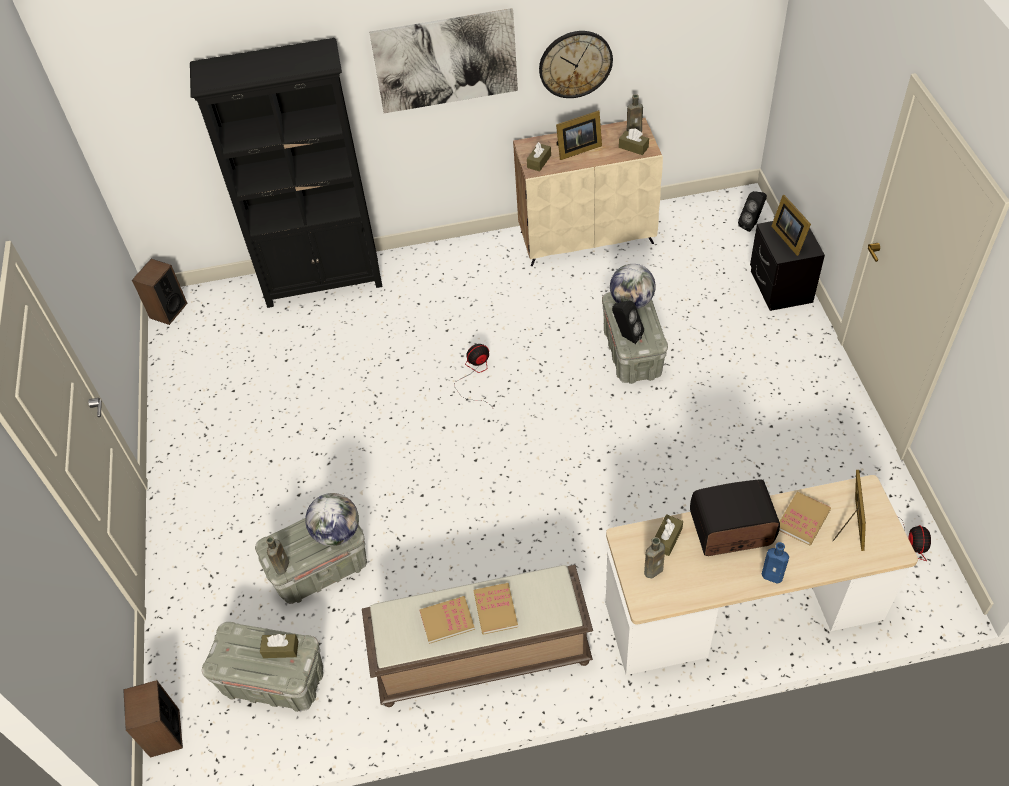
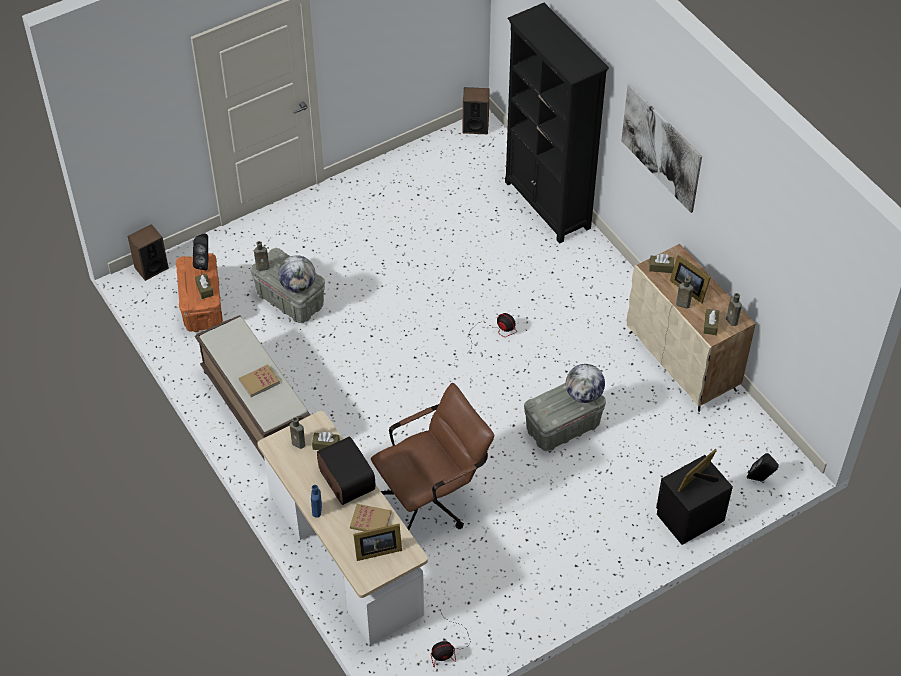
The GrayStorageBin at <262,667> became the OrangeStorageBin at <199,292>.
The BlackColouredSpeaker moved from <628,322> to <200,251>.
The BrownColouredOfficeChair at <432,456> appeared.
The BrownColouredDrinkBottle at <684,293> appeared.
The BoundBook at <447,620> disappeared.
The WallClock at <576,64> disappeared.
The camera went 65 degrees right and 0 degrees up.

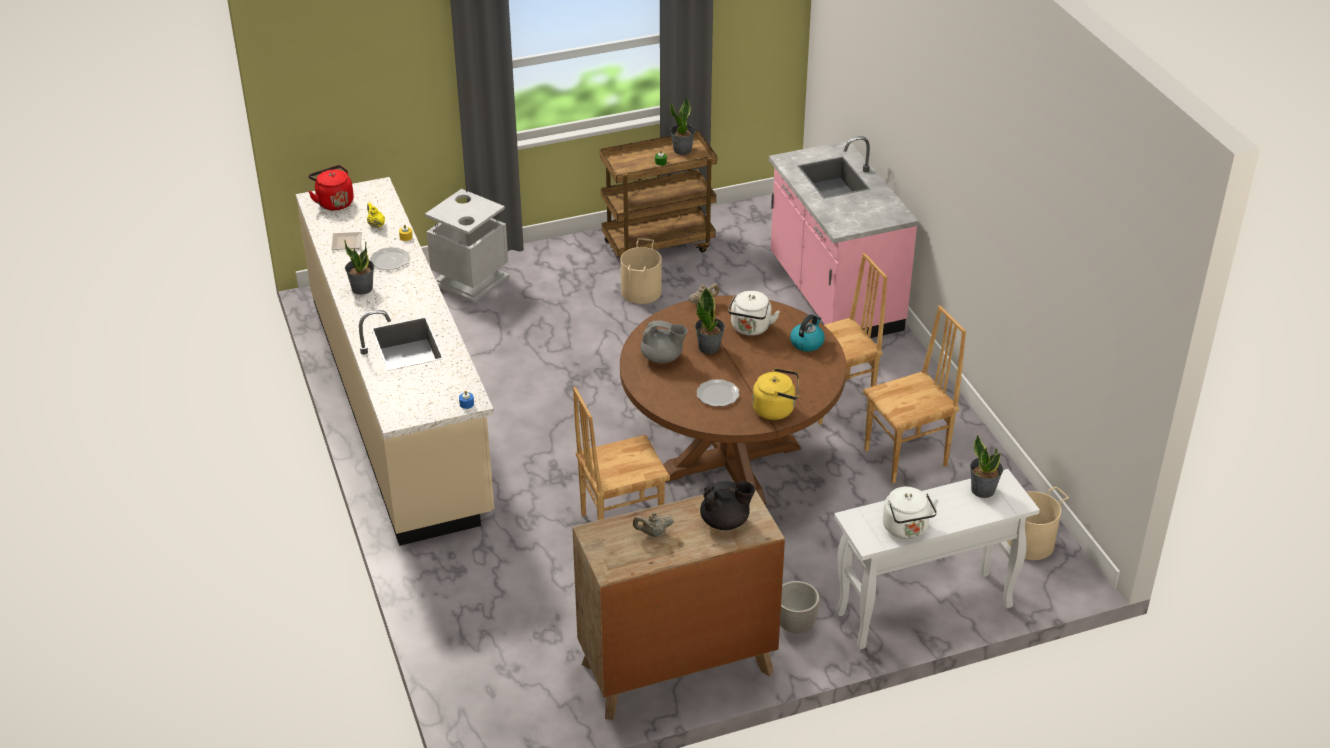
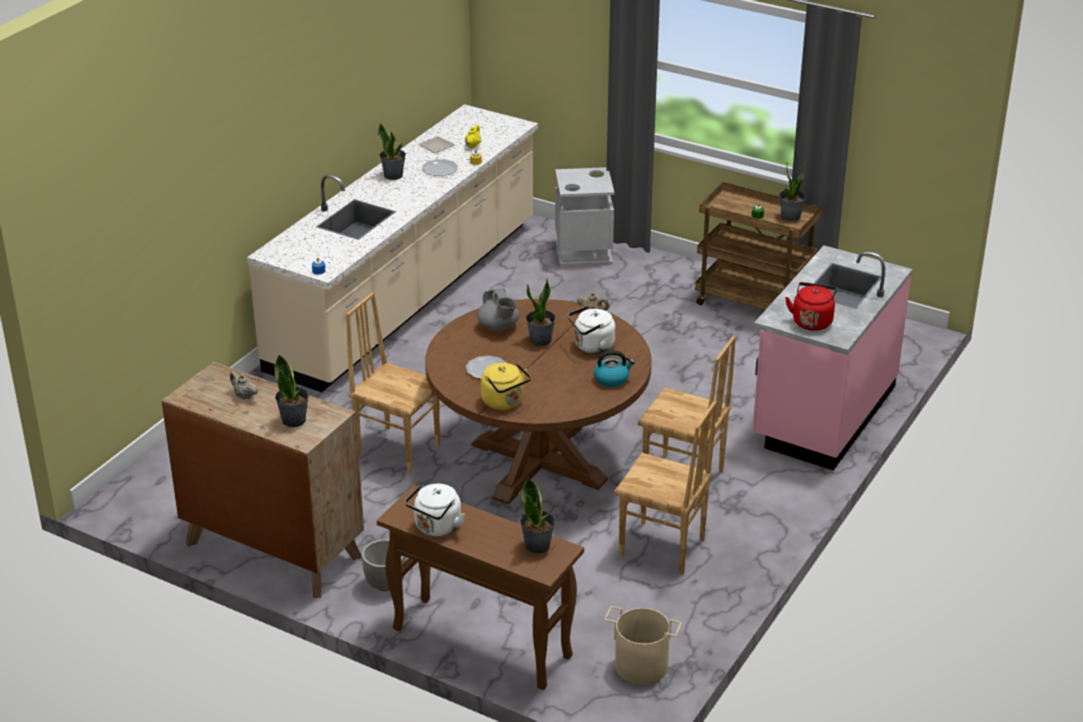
The BlackColouredPotForTea at <727,505> was replaced by the Houseplant at <292,391>.
The WhitishHallTable at <937,559> became the BrownColouredHallTable at <480,587>.
The ReddishTeaKettle moved from <331,188> to <811,306>.
The BeigeColouredPail at <641,271> disappeared.
The camera went 50 degrees right and 5 degrees down.

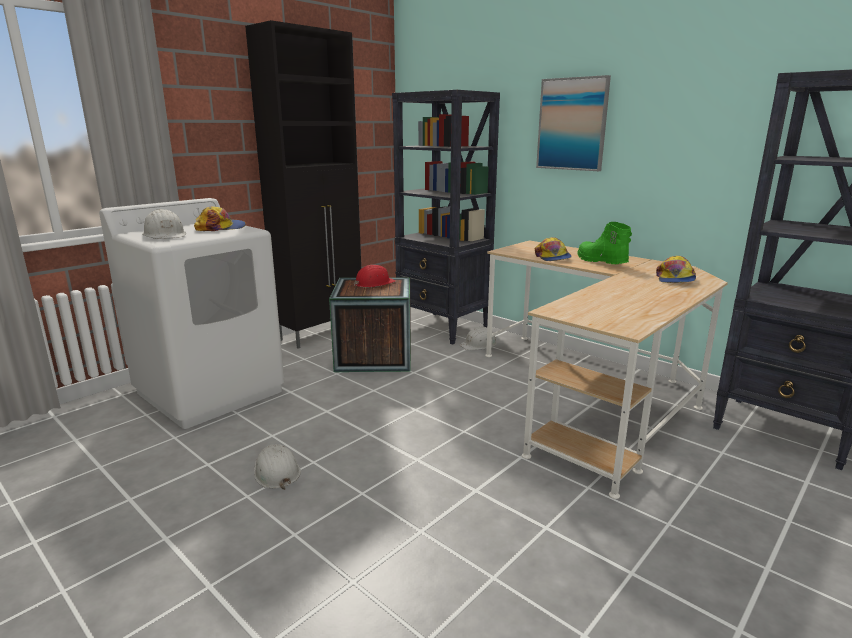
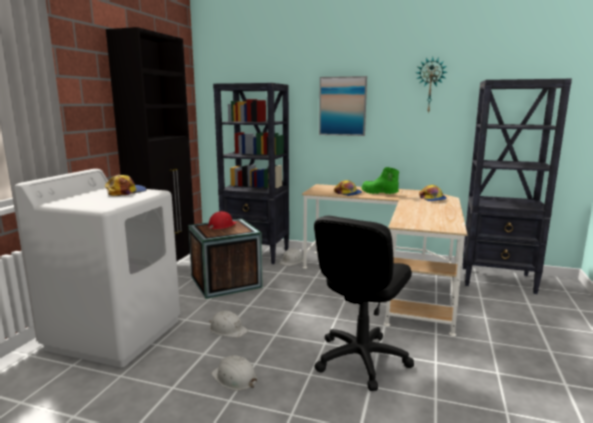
The WhitishSafetyHelmet moved from <164,224> to <228,324>.
The BlackColouredOfficeChair at <364,303> appeared.
The WallClock at <431,85> appeared.
The camera went 25 degrees left and 5 degrees down.

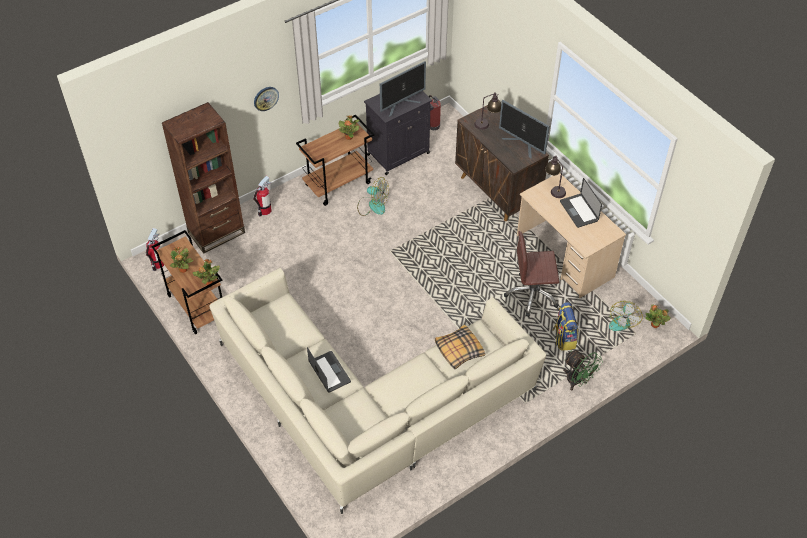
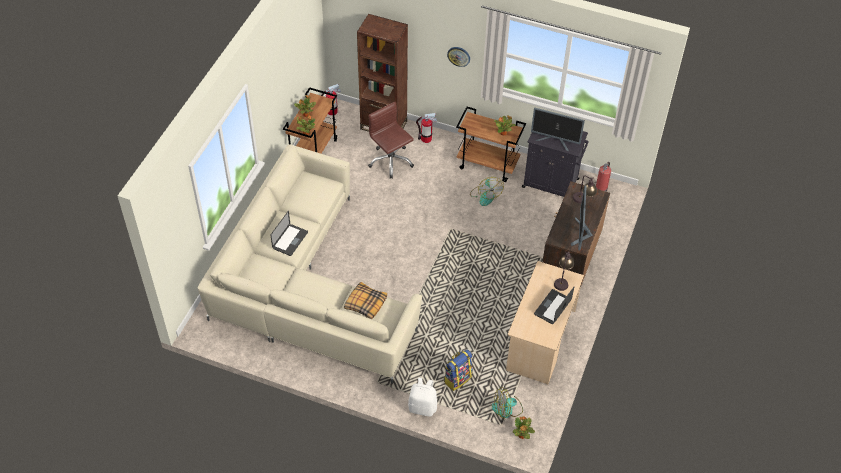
The BrownColouredOfficeChair moved from <531,274> to <391,140>.
The GreenishFan at <583,370> was replaced by the WhitishKnapsack at <422,397>.
The camera went 55 degrees right and 0 degrees up.

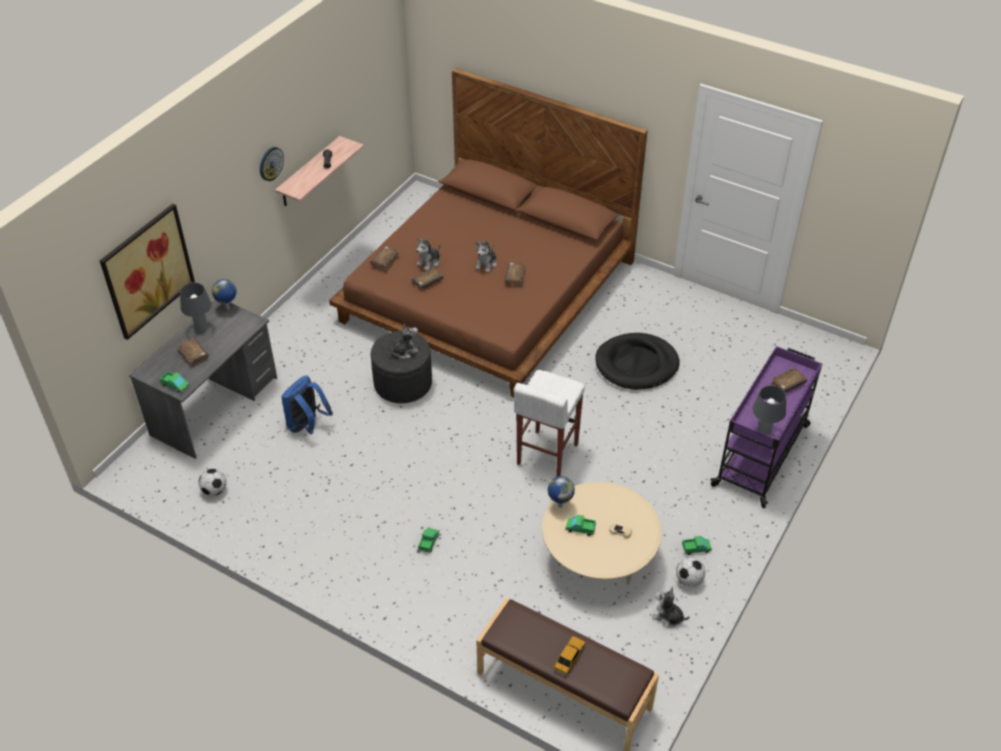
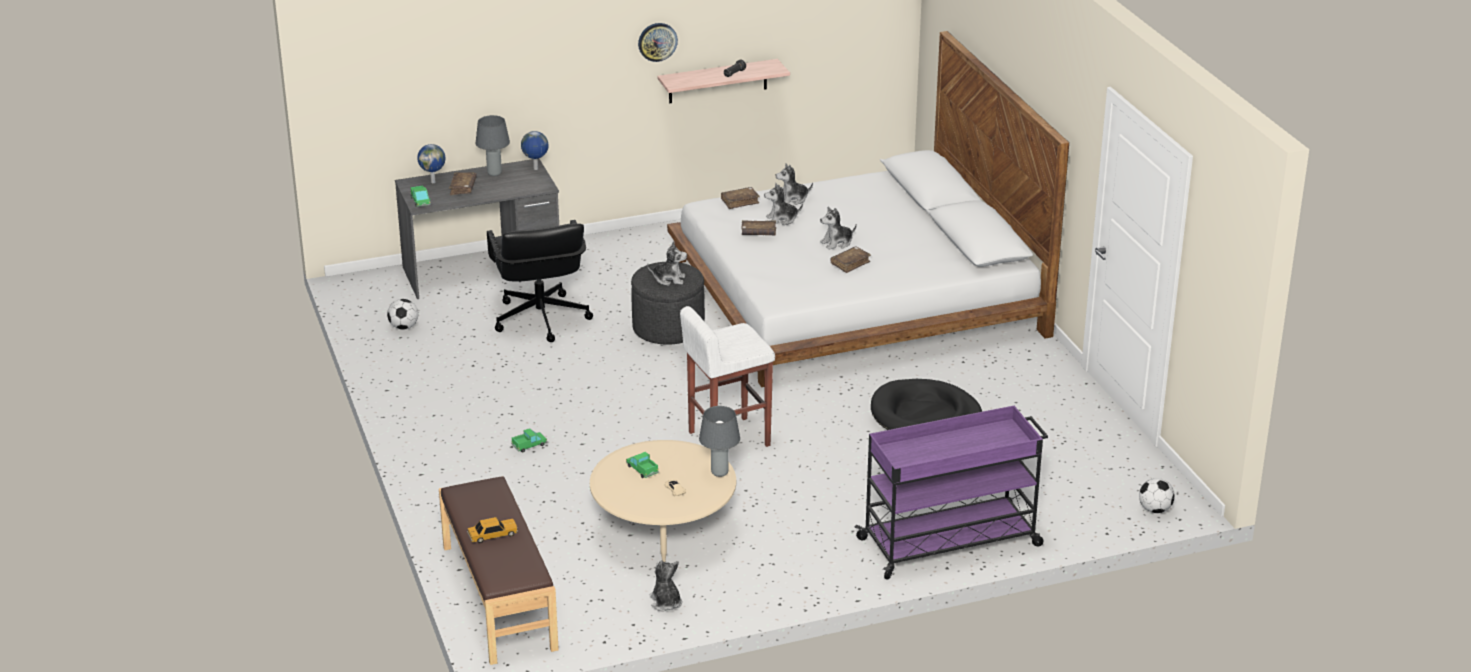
The WorldGlobe moved from <561,492> to <431,163>.
The BlueKnapsack at <307,405> was replaced by the BlackColouredOfficeChair at <540,281>.
The BrownColouredBed at <488,232> became the WhitishBed at <868,209>.
The GrayTableLamp moved from <769,410> to <719,441>.
The PlushToy at <794,184> appeared.
The FootballBall moved from <690,572> to <1157,495>.
The Picture at <147,272> disappeared.
The ModelTruck at <697,545> disappeared.
The BrownColouredBoundBook at <788,380> disappeared.
The camera went 40 degrees right and 15 degrees down.

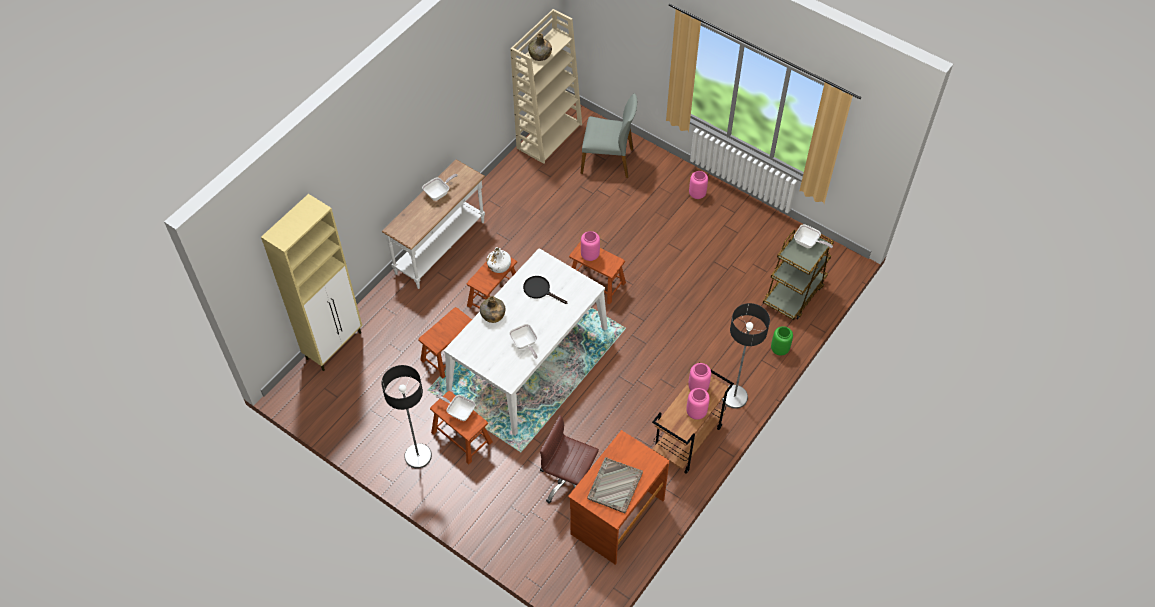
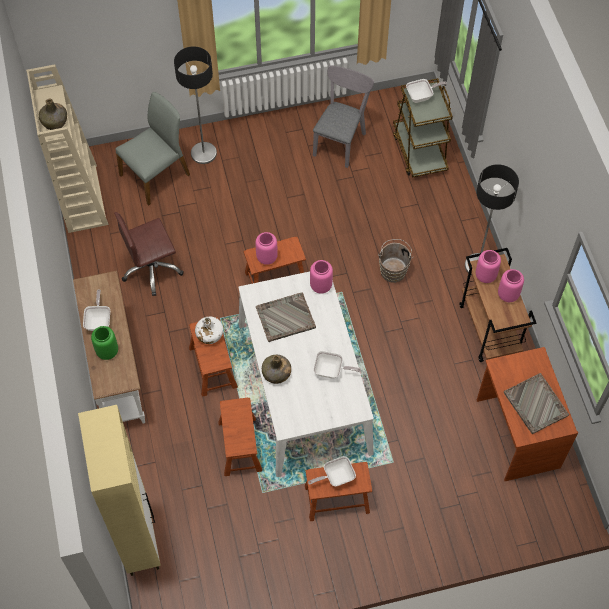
The GreenishFlowerVase moved from <782,341> to <104,343>.
The BrownColouredOfficeChair moved from <569,459> to <149,254>.
The FloorLamp moved from <406,416> to <195,105>.
The BlackColouredSkillet at <545,290> was replaced by the GrayTray at <286,317>.
The PinkColouredFlowerVase moved from <698,185> to <321,277>.
The GrayPlainChair at <343,116> appeared.
The BrownColouredPail at <396,261> appeared.
The camera went 50 degrees left and 5 degrees up.

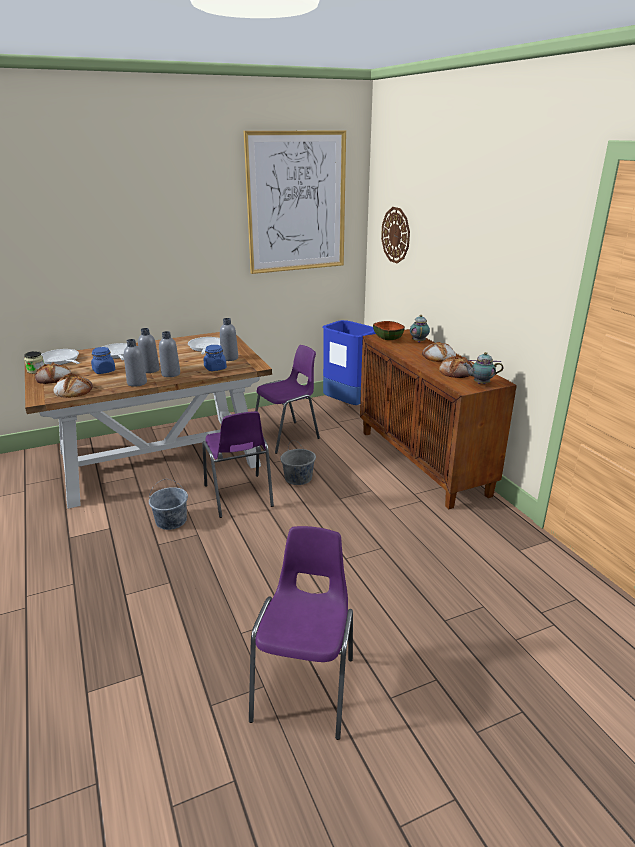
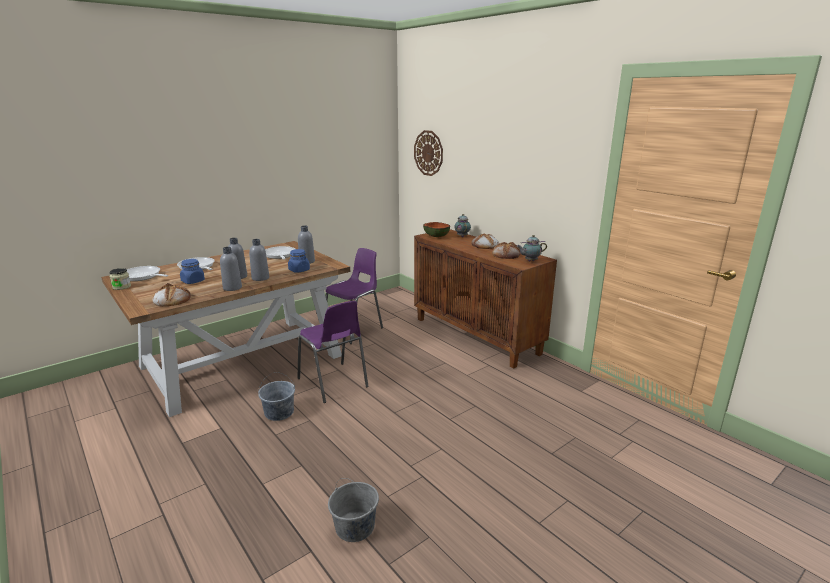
The GrayPail moved from <298,462> to <353,510>.
The BakedBread at <53,373> disappeared.
The Picture at <295,202> disappeared.
The PurpleColouredPlainChair at <301,633> disappeared.
The BlueRubbishBin at <349,362> disappeared.
The camera went 15 degrees left and 5 degrees down.

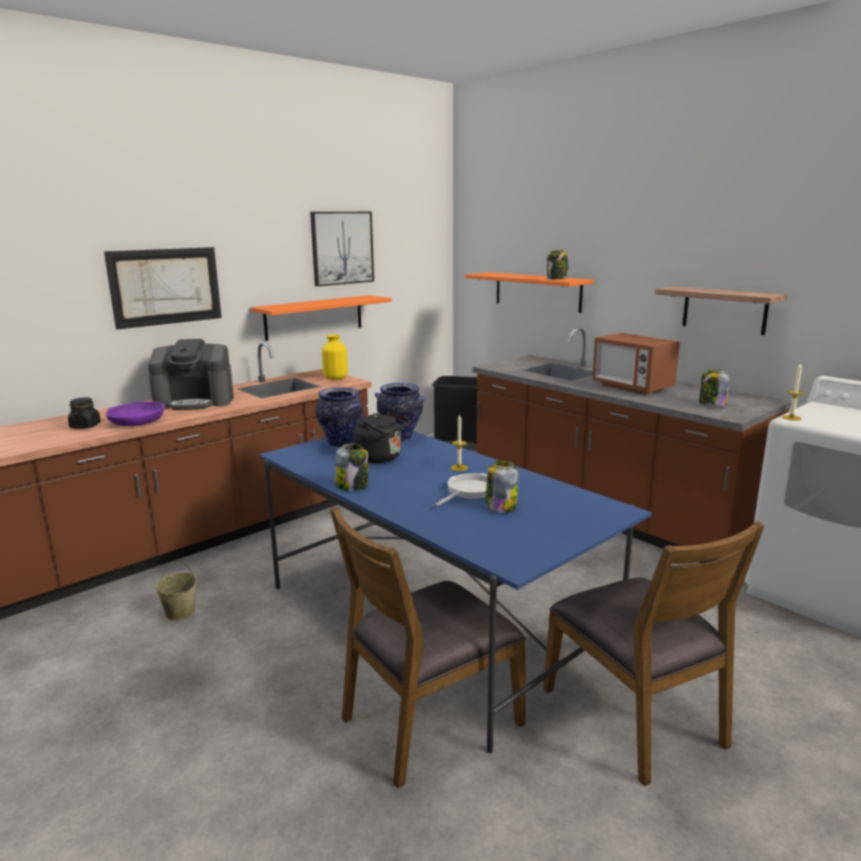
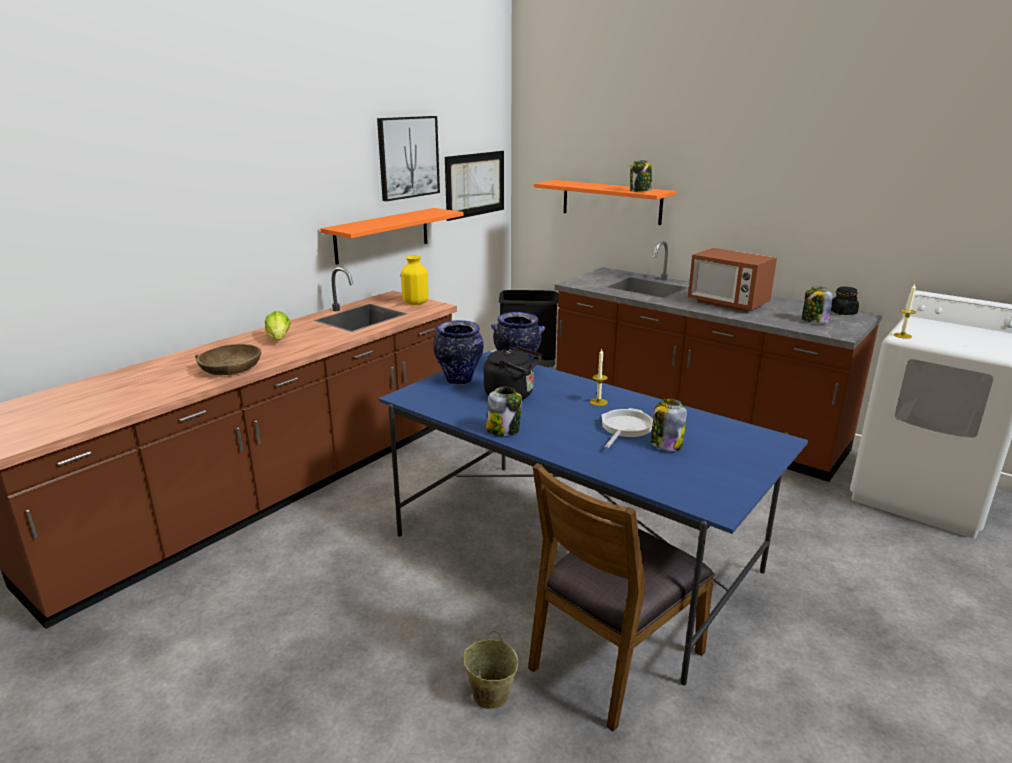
The PurpleColouredDeepDish at <135,413> became the BrownColouredDeepDish at <228,359>.
The CoffeeMaker at <191,374> was replaced by the Lettuce at <278,325>.
The Picture moved from <163,288> to <474,186>.
The BeigeColouredPail moved from <176,591> to <490,670>.
The BlackColouredJar moved from <84,413> to <845,301>.
The BrownColouredPlainChair at <653,653> disappeared.
The Shelf at <721,310> disappeared.
The camera went 10 degrees left and 5 degrees up.

